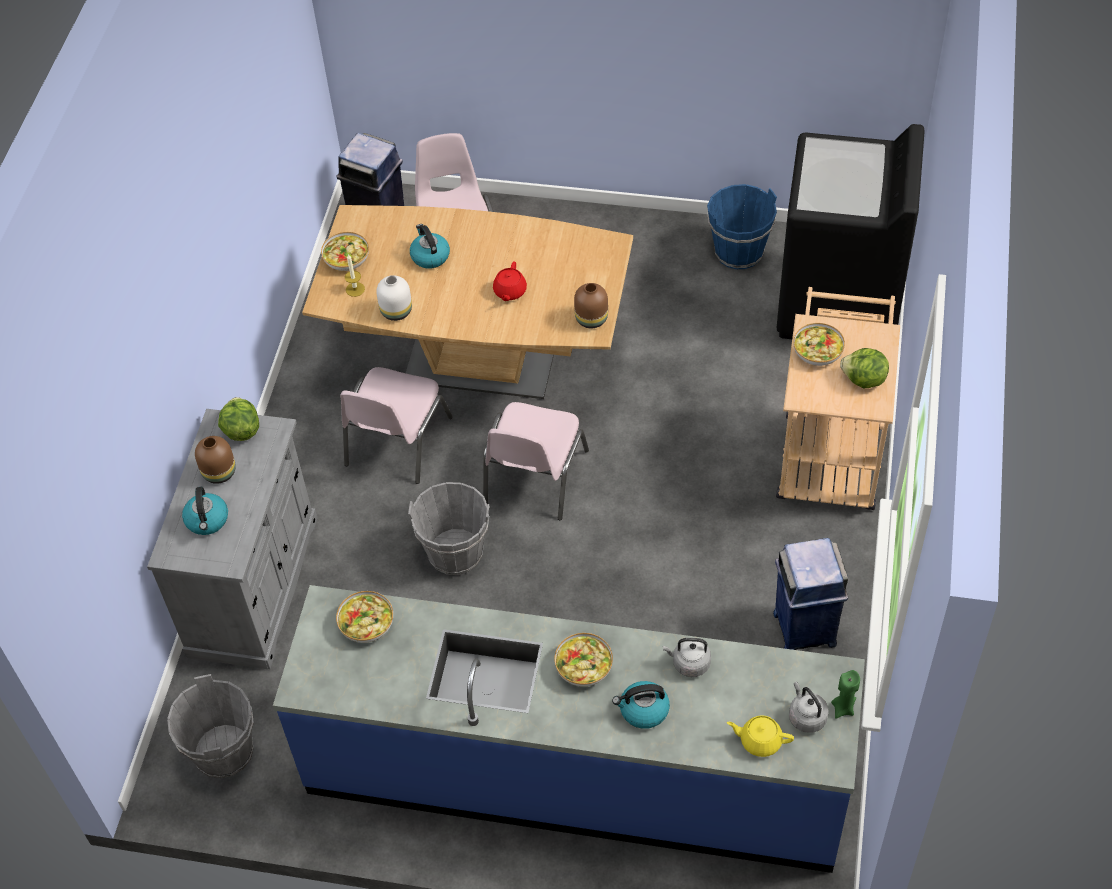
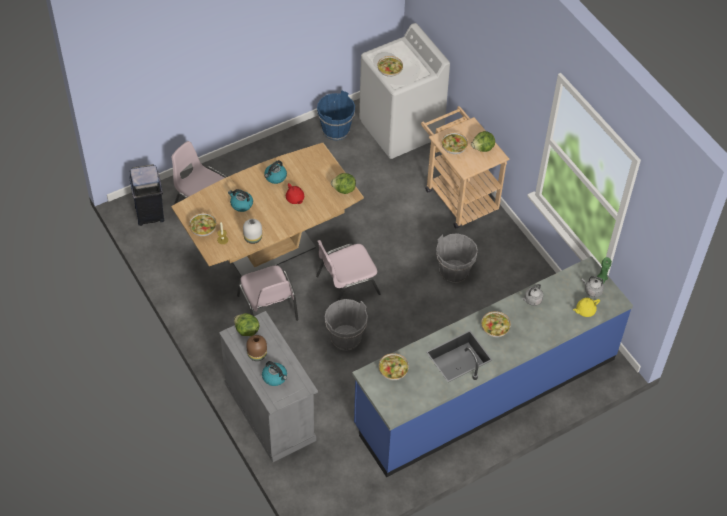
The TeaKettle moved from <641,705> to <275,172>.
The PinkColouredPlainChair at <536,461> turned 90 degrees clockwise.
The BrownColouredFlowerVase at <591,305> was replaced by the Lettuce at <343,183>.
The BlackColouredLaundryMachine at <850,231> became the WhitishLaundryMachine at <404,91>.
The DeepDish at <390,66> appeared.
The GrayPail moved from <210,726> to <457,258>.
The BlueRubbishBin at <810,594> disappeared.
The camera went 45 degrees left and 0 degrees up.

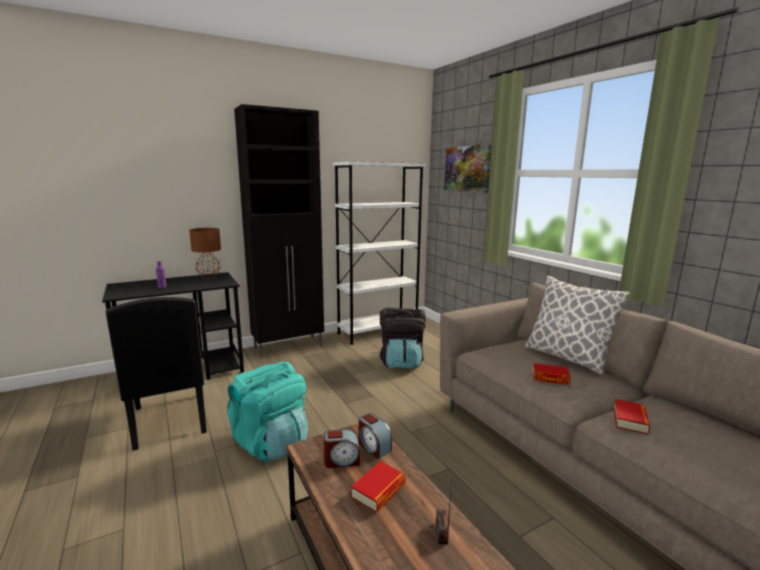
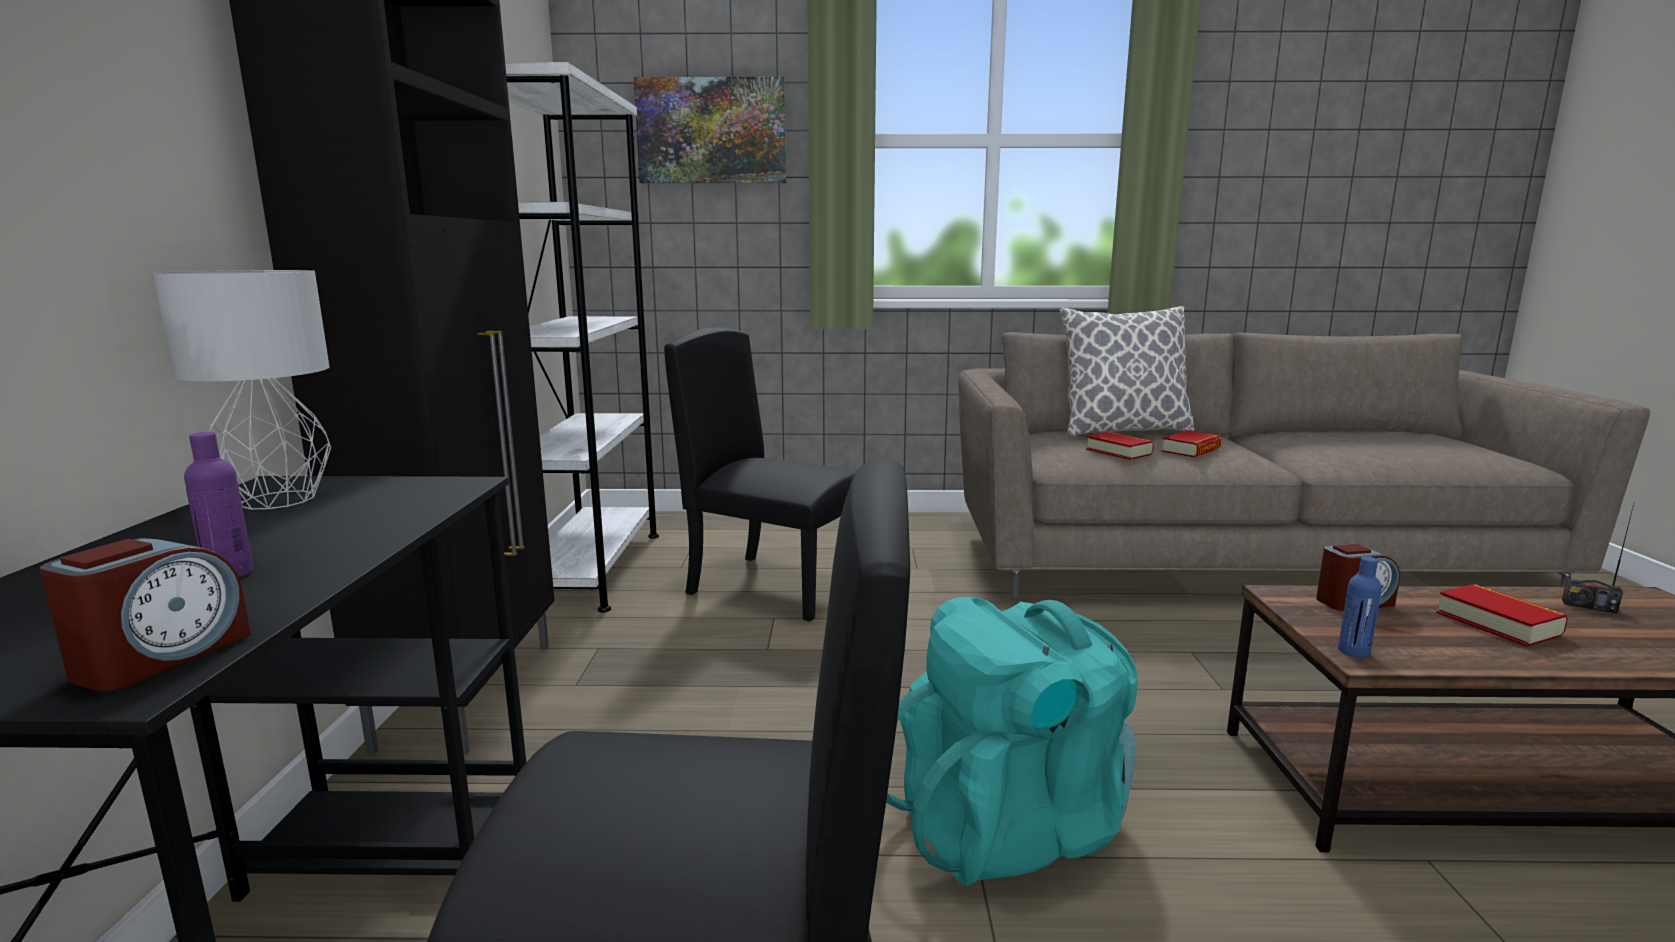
The BedsideClock moved from <342,448> to <145,614>.
The BrownColouredTableLamp at <205,253> became the GrayTableLamp at <242,389>.
The BlackColouredKnapsack at <403,338> was replaced by the BlackColouredPlainChair at <760,474>.
The BoundBook moved from <632,416> to <1120,446>.
The BlueDrinkBottle at <1360,606> appeared.
The camera went 60 degrees left and 0 degrees up.

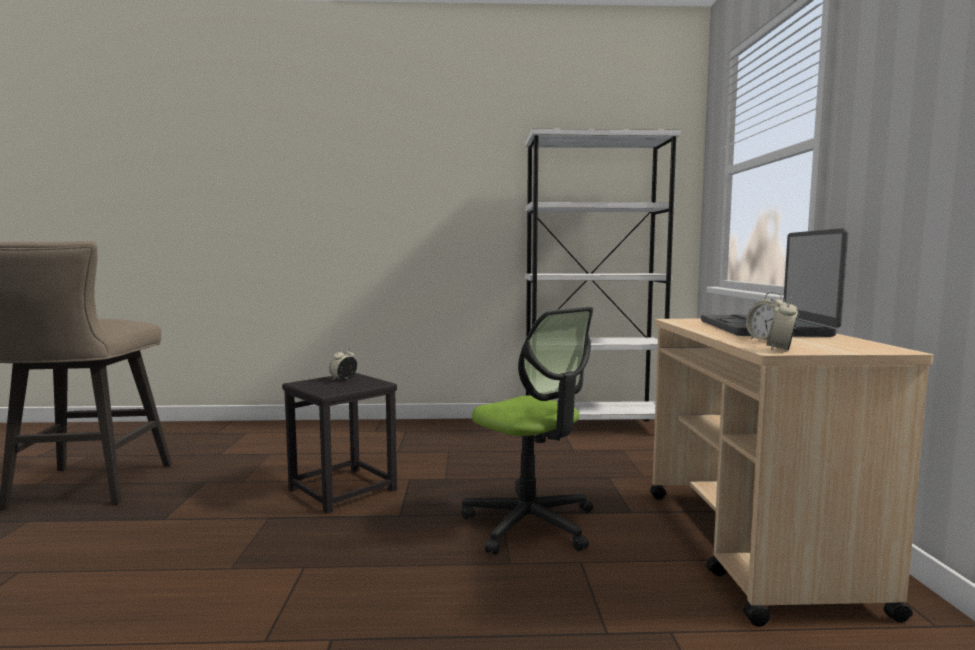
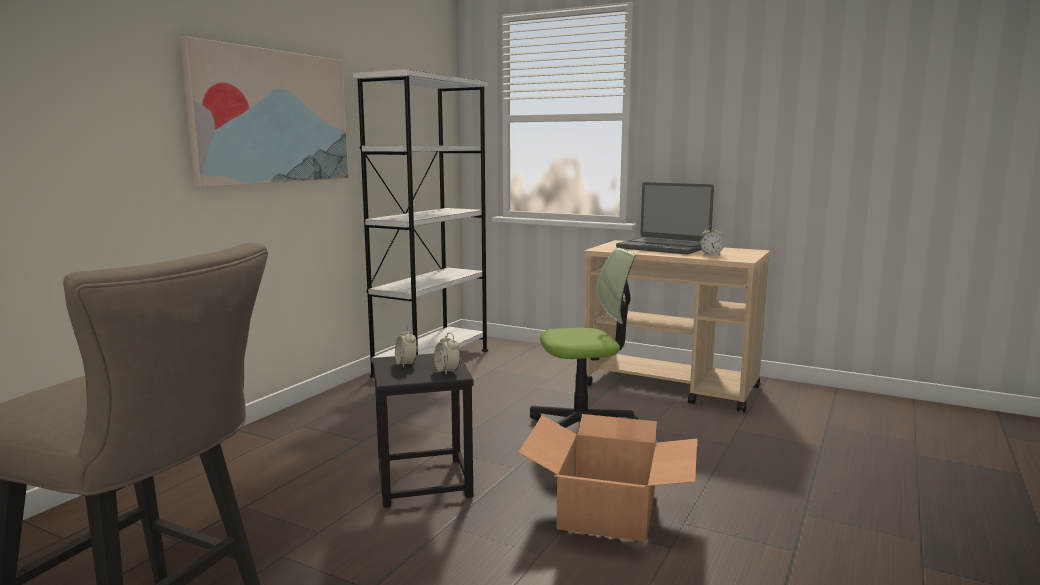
The Picture at <264,112> appeared.
The BedsideClock moved from <782,323> to <447,354>.
The PackingBox at <607,478> appeared.
The camera went 60 degrees left and 5 degrees up.

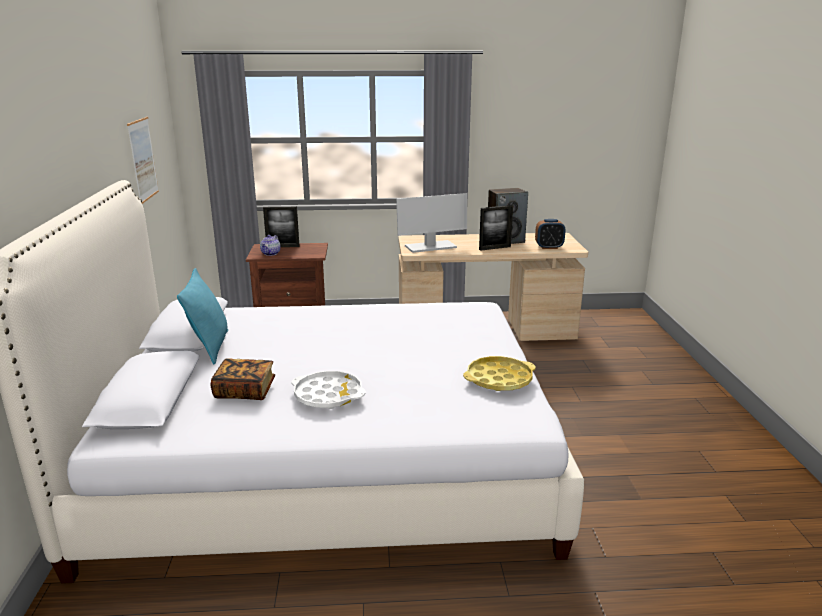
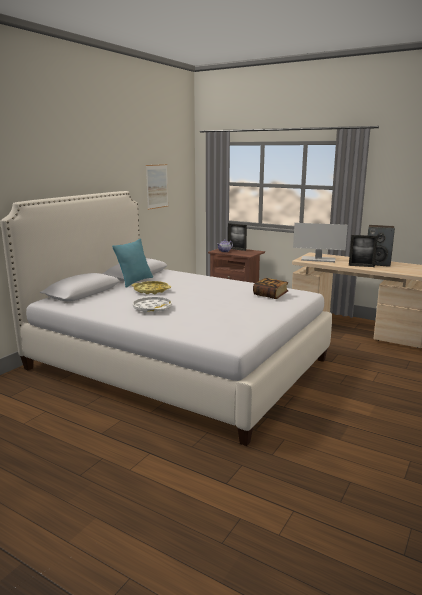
The YellowishTray moved from <499,373> to <151,287>.
The BoundBook moved from <243,379> to <270,288>.
The BedsideClock at <550,234> disappeared.
The camera went 35 degrees right and 5 degrees down.

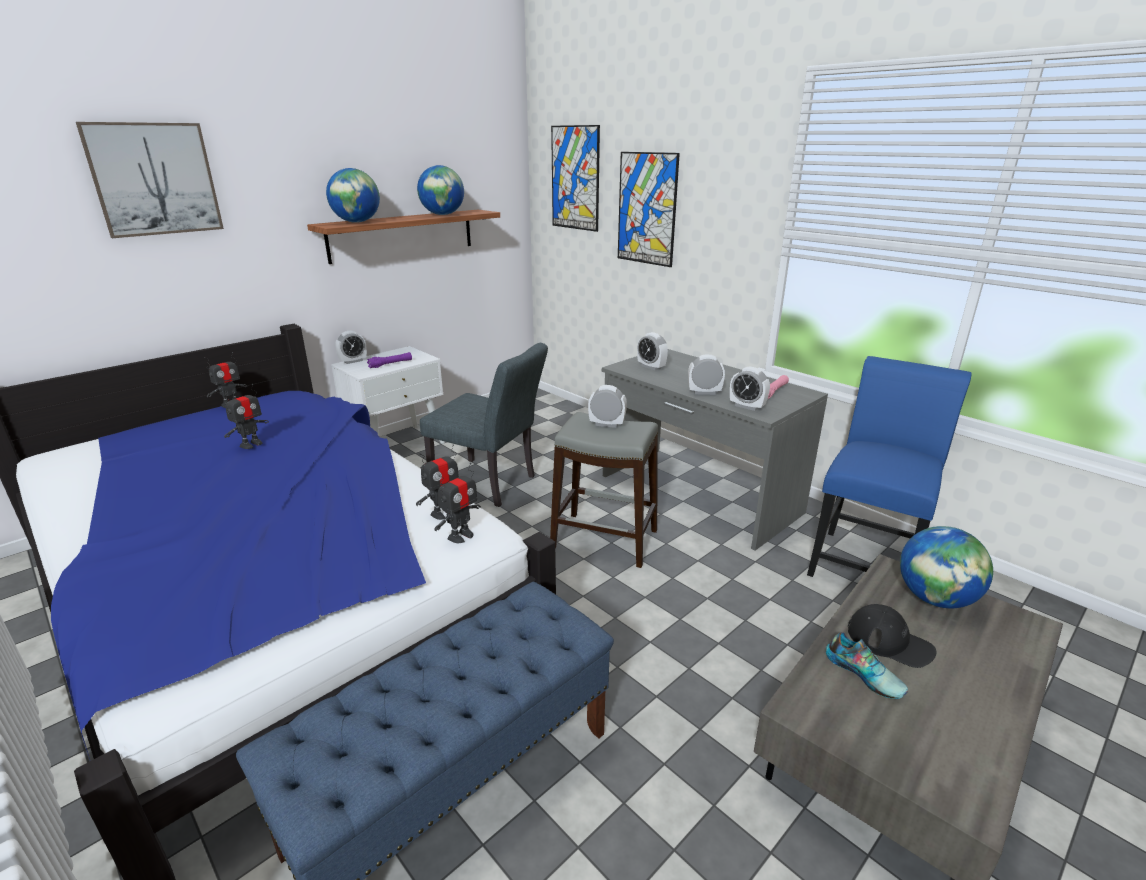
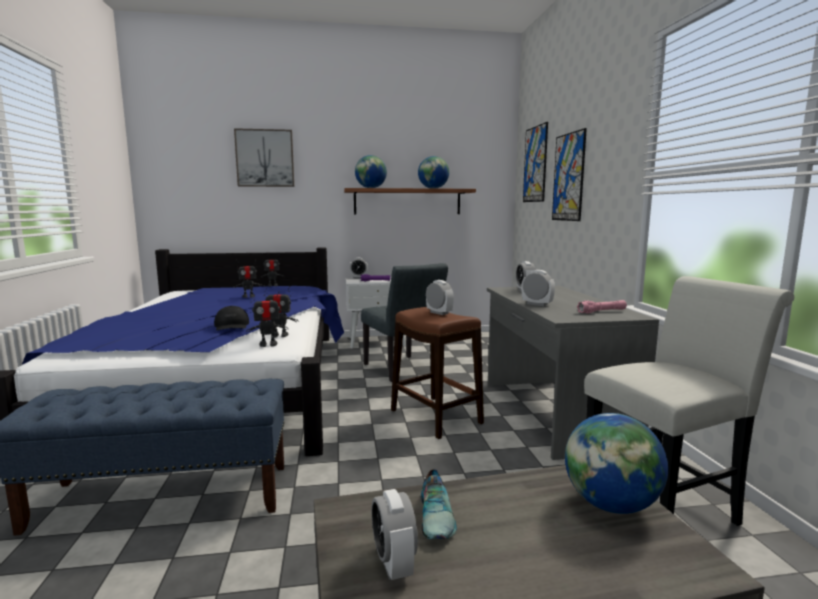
The BlackColouredCap moved from <892,636> to <231,318>.
The BedsideClock moved from <750,389> to <395,534>.
The GraySittingStool at <604,490> became the BrownColouredSittingStool at <437,373>.
The BluePlainChair at <889,466> became the WhitishPlainChair at <689,401>.
The camera went 35 degrees right and 15 degrees down.

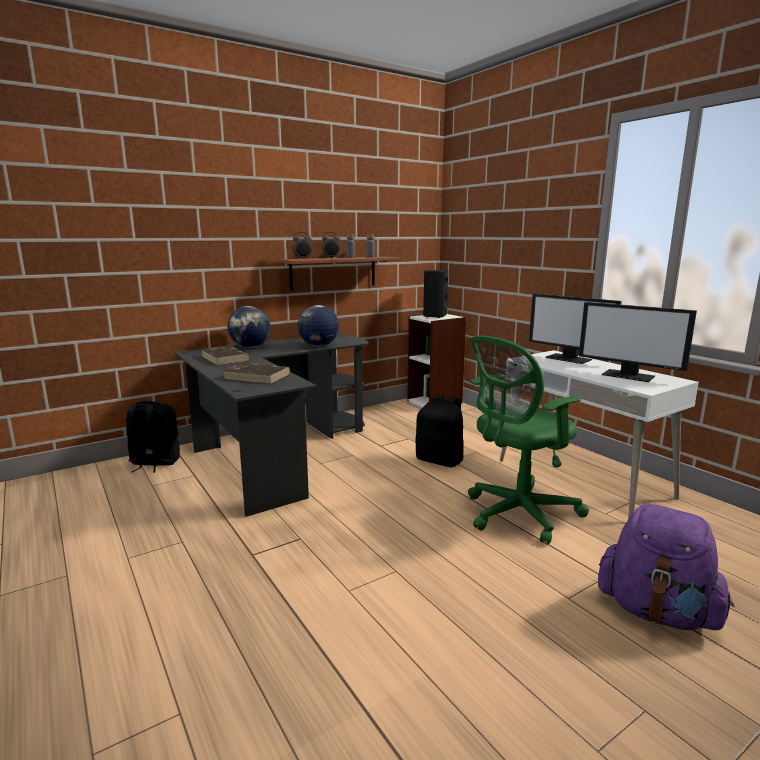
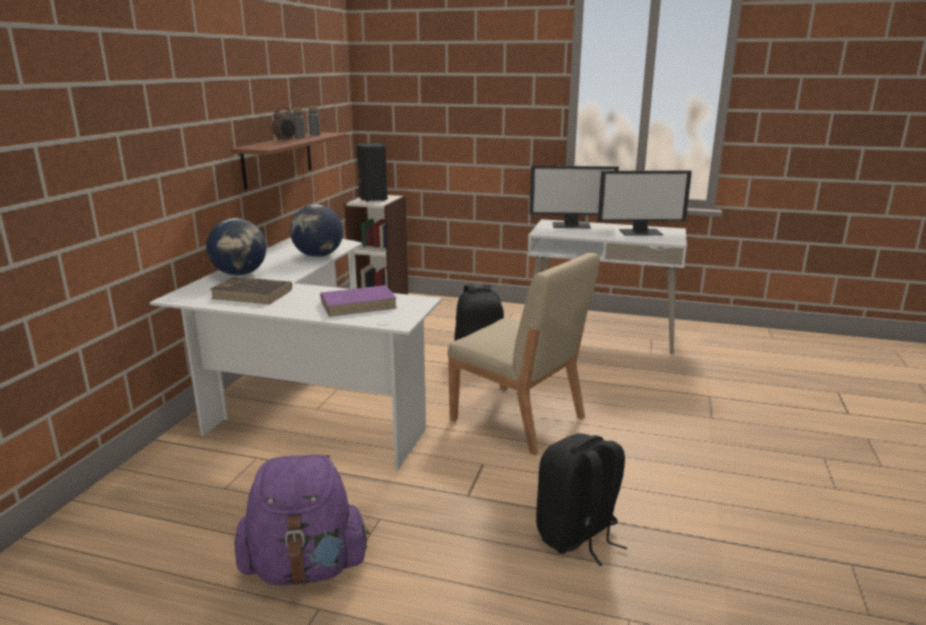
The BlackColouredDesk at <271,425> became the WhitishDesk at <295,353>.
The PurpleColouredKnapsack moved from <666,567> to <302,520>.
The BrownColouredBoundBook at <256,373> became the PurpleColouredBoundBook at <358,301>.
The BeigeColouredPlainChair at <523,354> appeared.
The BlackColouredKnapsack moved from <153,437> to <581,499>.
The BedsideClock at <302,245> disappeared.
The GreenishOfficeChair at <528,439> disappeared.
The camera went 40 degrees left and 5 degrees up.

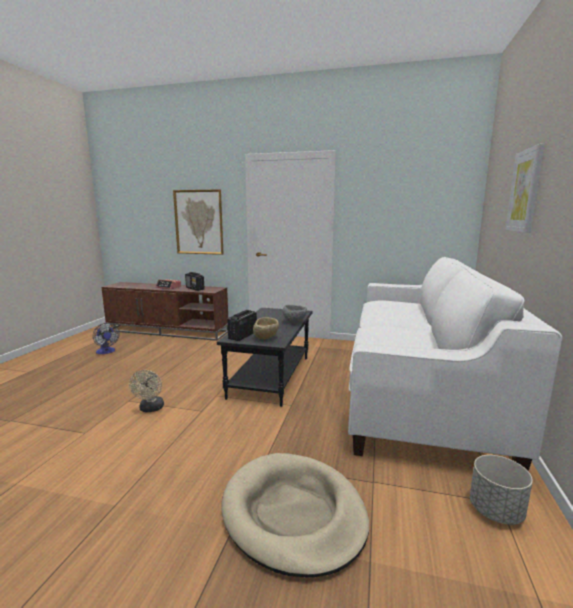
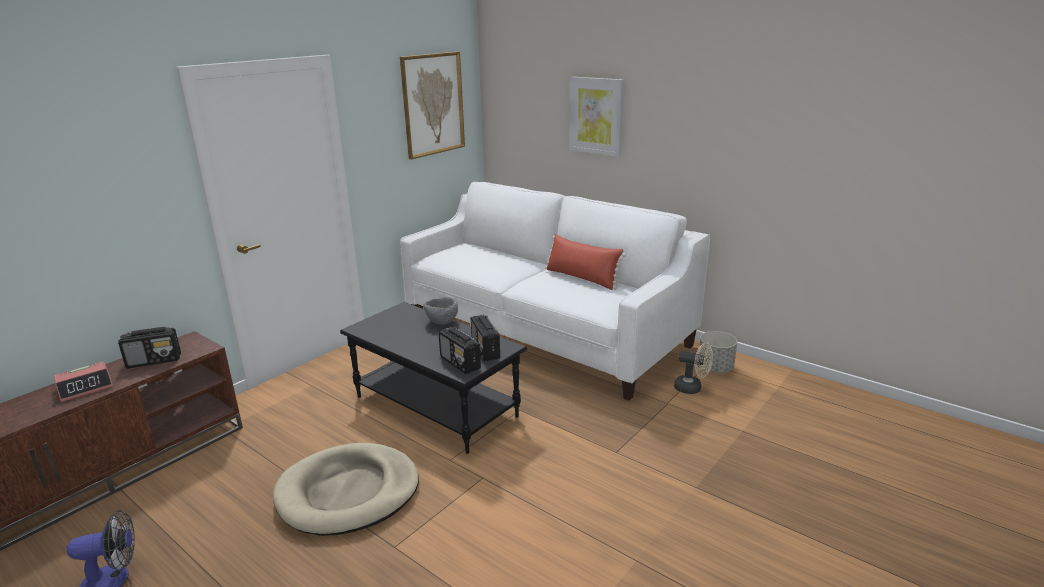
The BeigeColouredDogBed moved from <295,515> to <346,489>.
The Picture moved from <198,222> to <432,105>.
The BeigeColouredDeepDish at <266,328> was replaced by the RadioSet at <485,338>.
The ReddishPillow at <585,262> appeared.
The BeigeColouredFan moved from <146,391> to <693,368>.
The camera went 65 degrees left and 10 degrees up.

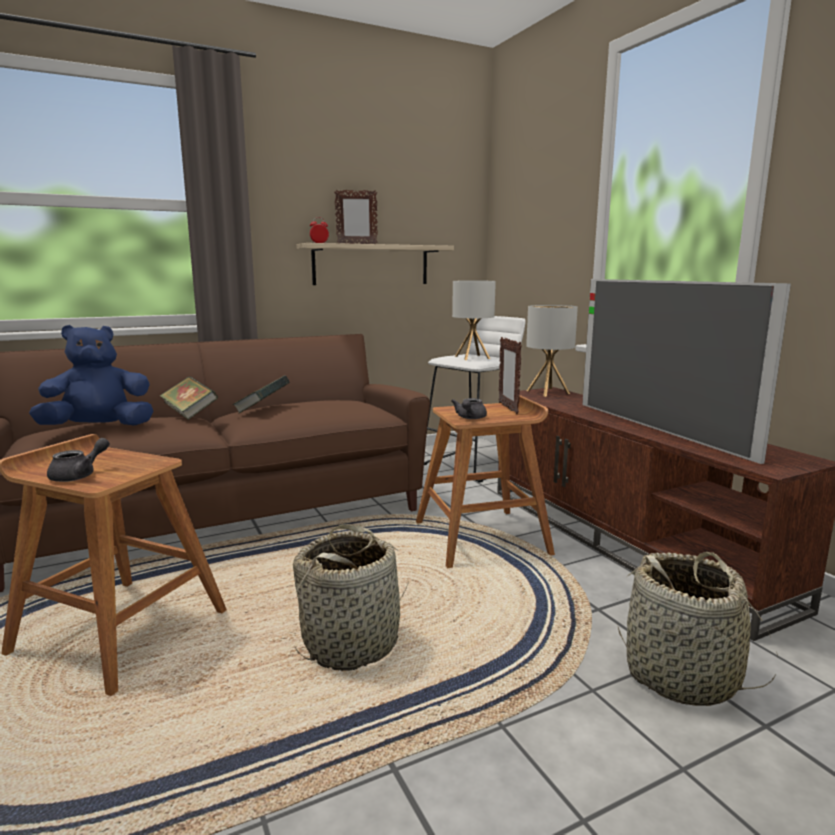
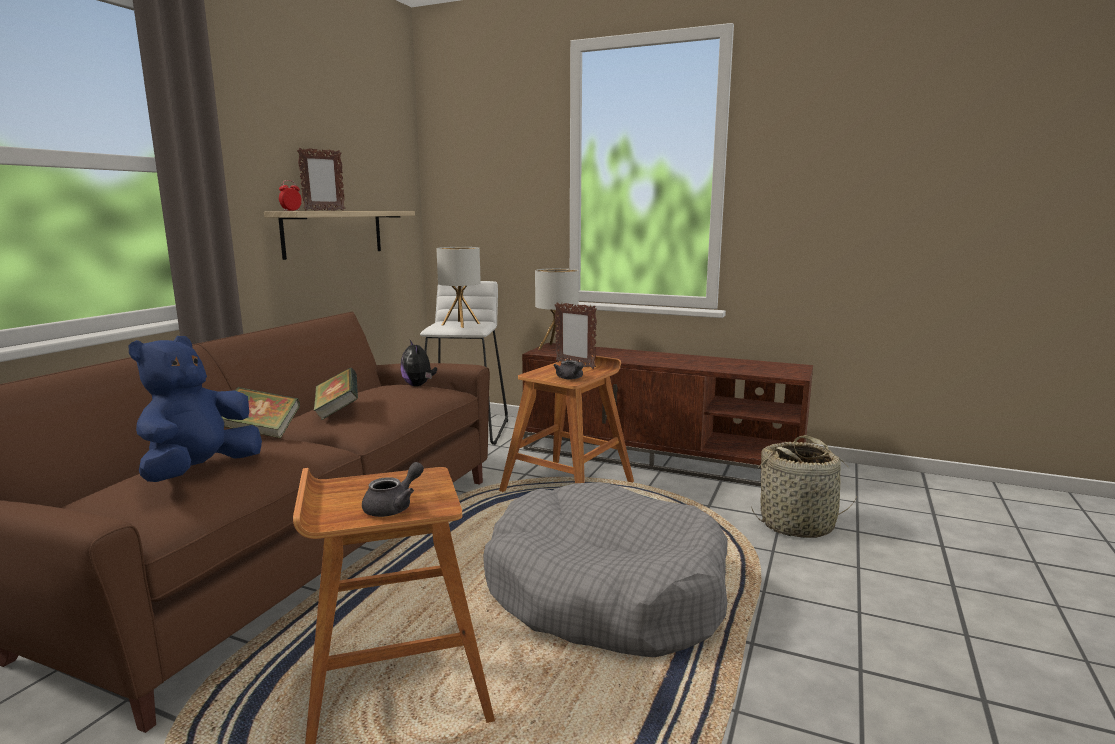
The GrayPotForTea at <78,460> turned 45 degrees clockwise.
The PlushToy at <418,363> appeared.
The HouseholdBasket at <351,598> was replaced by the GrayDogBed at <605,569>.
The Television at <686,371> disappeared.
The camera went 40 degrees left and 0 degrees up.

